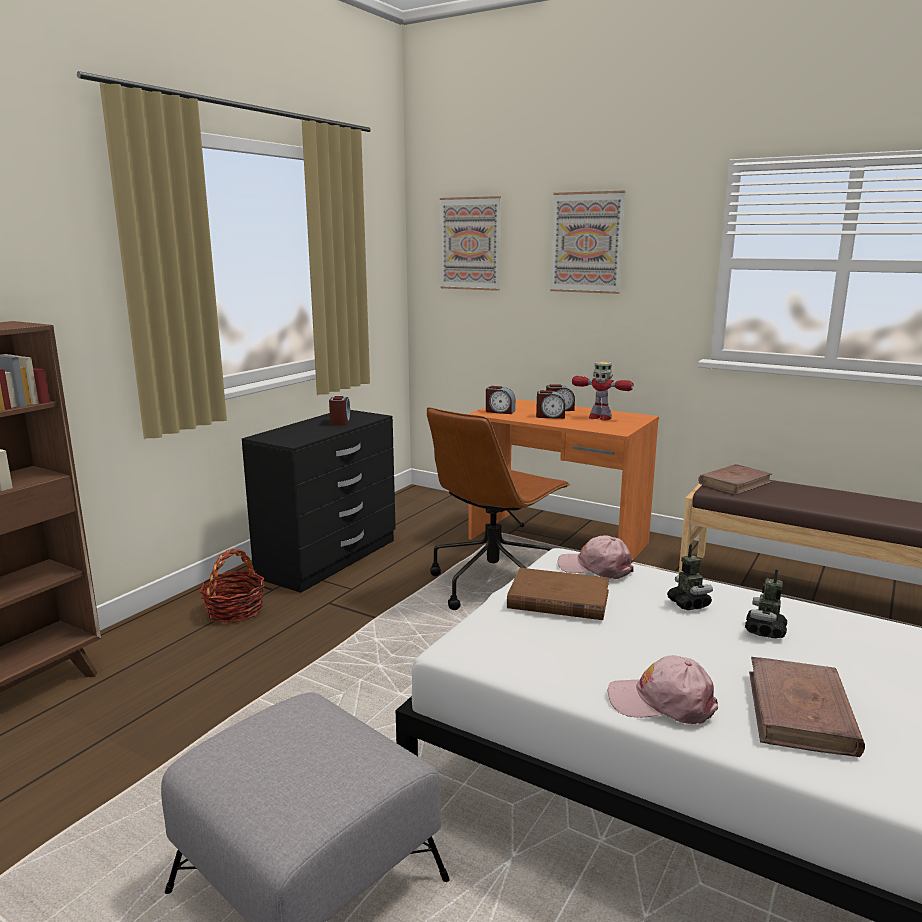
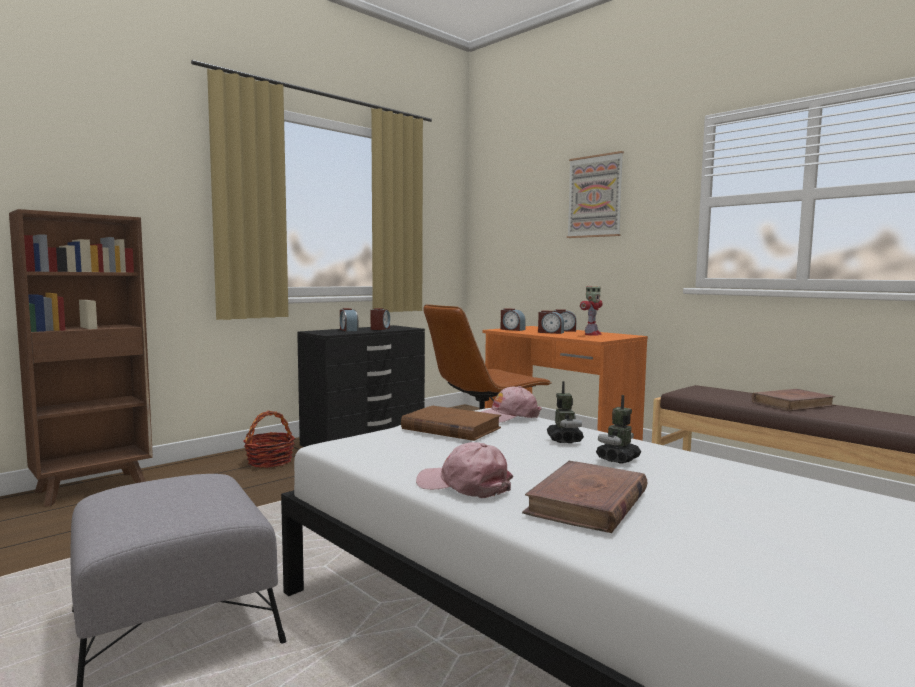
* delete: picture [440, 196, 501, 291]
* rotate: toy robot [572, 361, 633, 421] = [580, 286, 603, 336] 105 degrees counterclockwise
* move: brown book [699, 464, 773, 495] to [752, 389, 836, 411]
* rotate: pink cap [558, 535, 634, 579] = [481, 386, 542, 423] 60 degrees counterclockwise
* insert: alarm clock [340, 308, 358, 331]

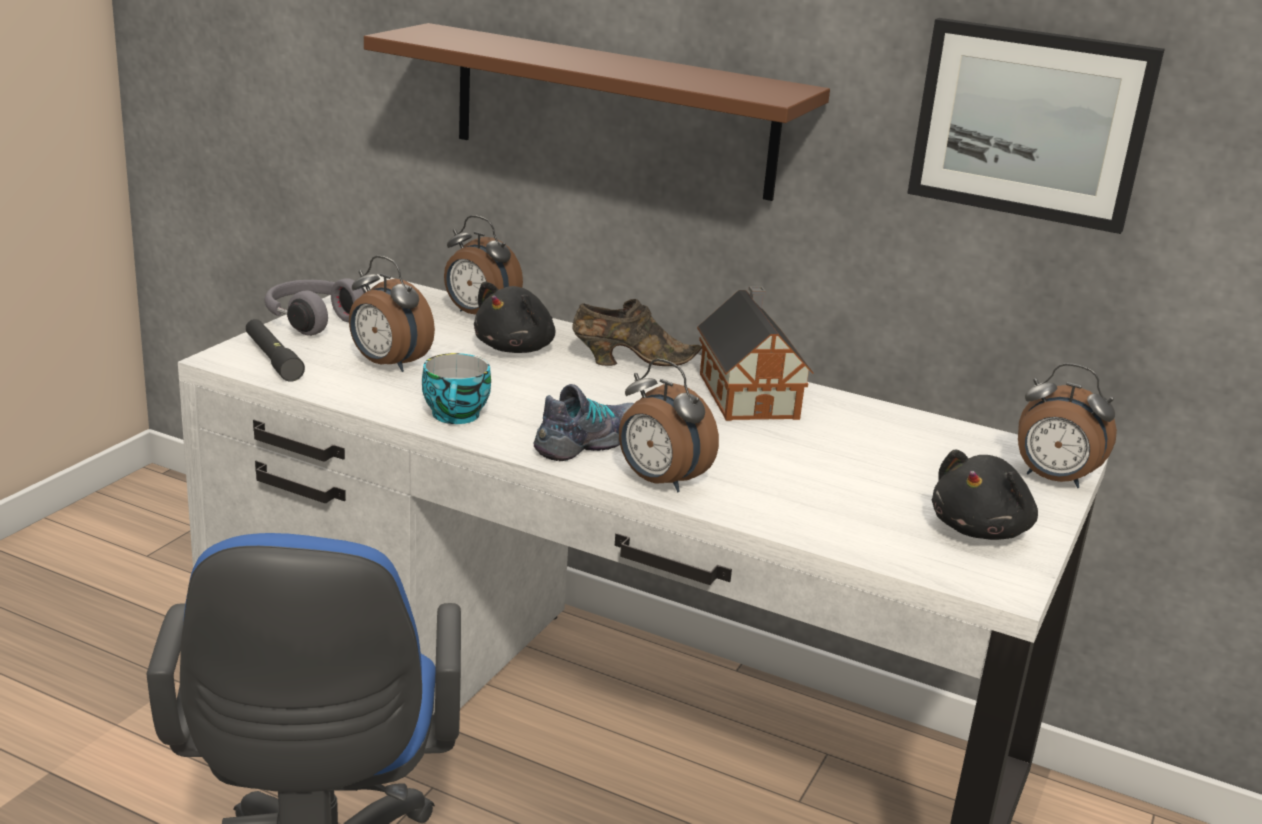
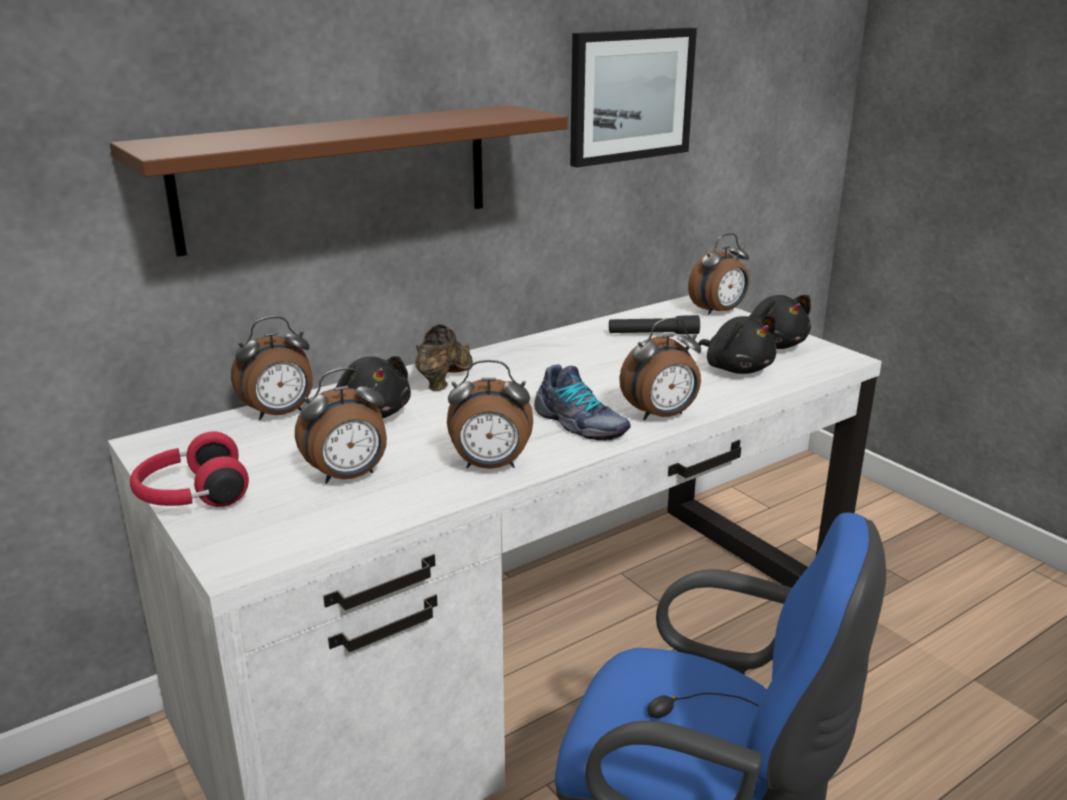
* recolor: grey headphones [264, 278, 366, 336] to red headphones [130, 432, 249, 507]
* delete: toy house [697, 286, 813, 421]
* move: black flashlight [246, 319, 305, 382] to [609, 315, 700, 334]
* replace: cup [422, 353, 491, 424] to alarm clock [447, 360, 533, 469]
* rotate: shoe [533, 384, 634, 461] = [534, 364, 631, 441] 150 degrees clockwise
* insert: black plush toy [698, 315, 777, 374]

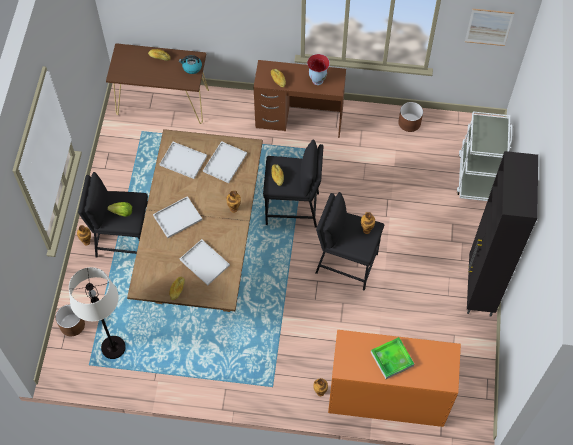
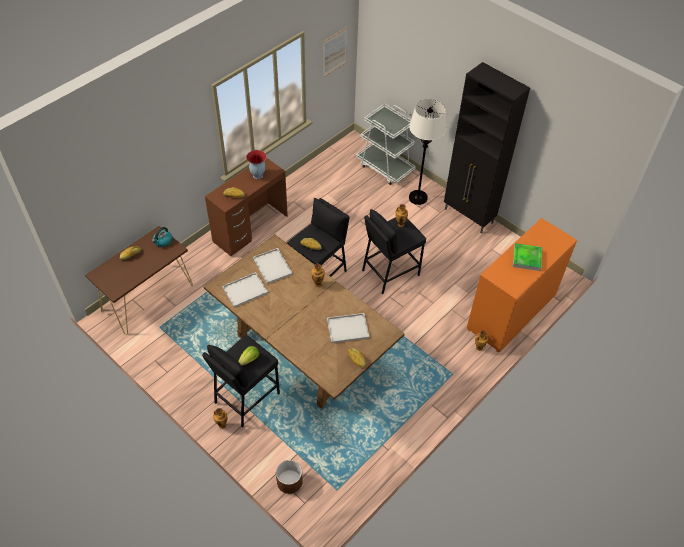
* delete: brown planter [398, 102, 423, 132]
* delete: white tray [153, 196, 202, 238]
* move: white floor lamp [69, 267, 126, 359] to [409, 99, 446, 205]

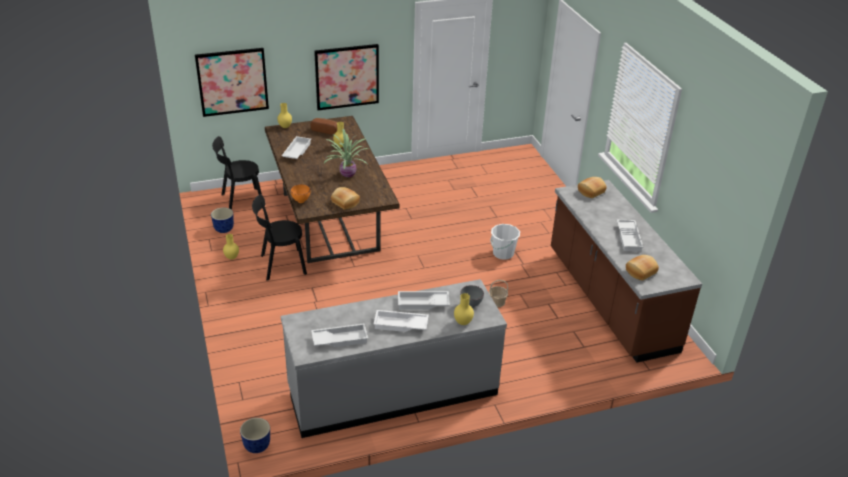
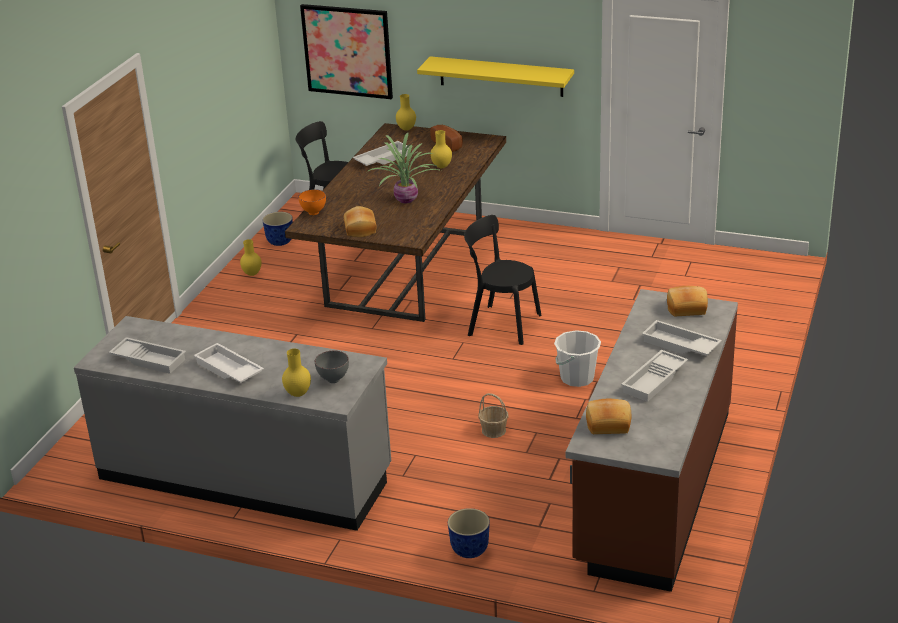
* replace: picture [314, 44, 379, 110] to yellow shelf [417, 56, 574, 97]
* move: black chair [252, 194, 307, 281] to [464, 215, 542, 345]
* move: white tray [398, 291, 450, 310] to [642, 320, 722, 356]
* move: planter [240, 418, 270, 453] to [448, 508, 490, 558]

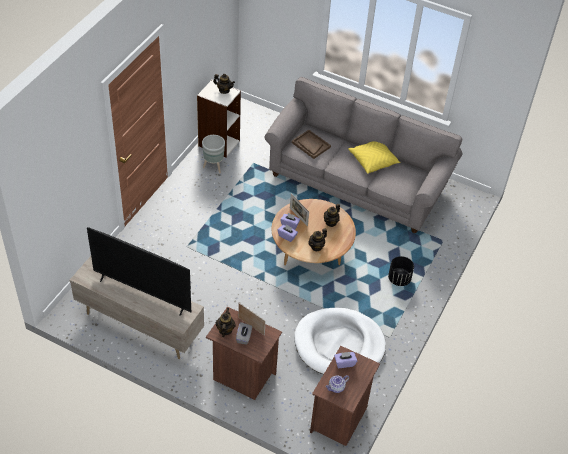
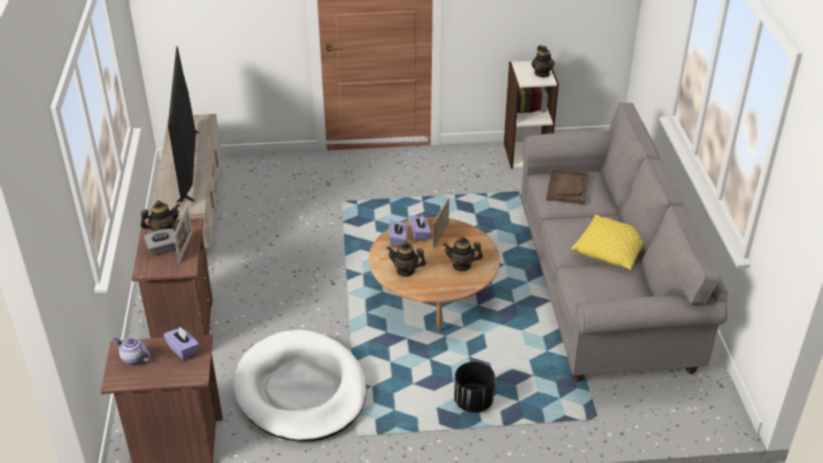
* delete: grey planter [202, 135, 225, 173]

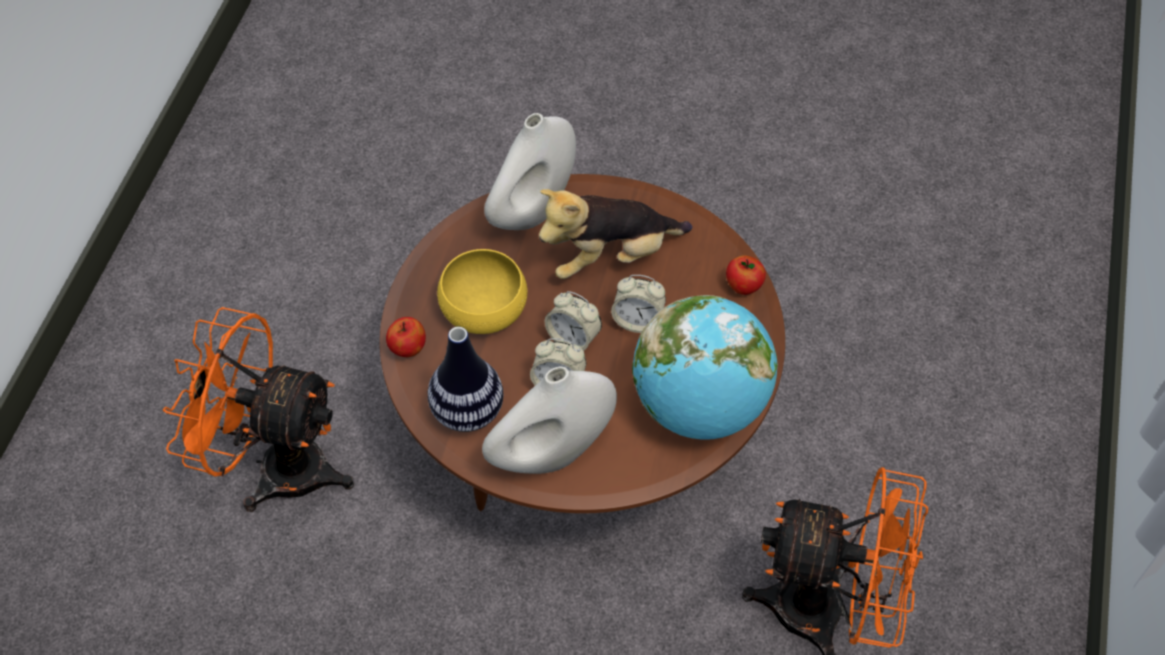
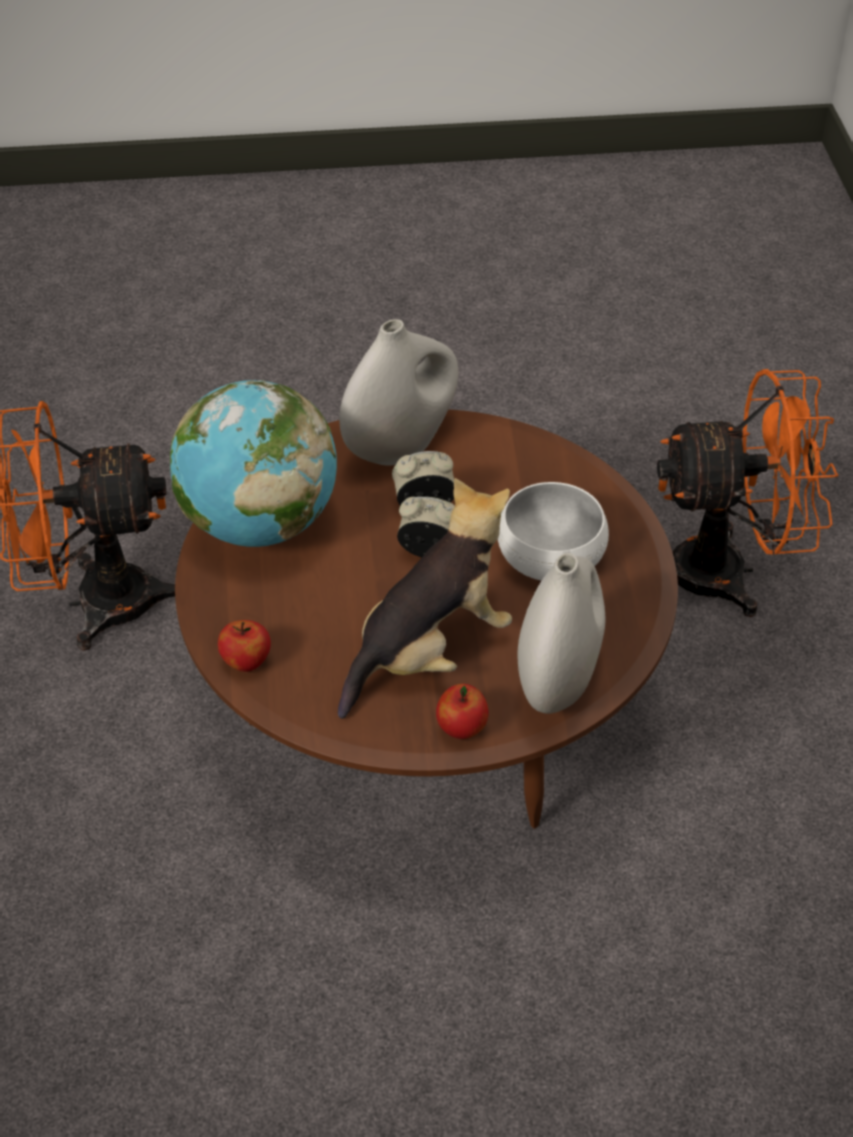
* recolor: yellow bowl [437, 249, 527, 334] to white bowl [498, 482, 609, 581]
* delete: alarm clock [611, 275, 666, 333]
* move: apple [386, 317, 426, 357] to [436, 684, 488, 739]
* delete: vase [428, 327, 504, 432]

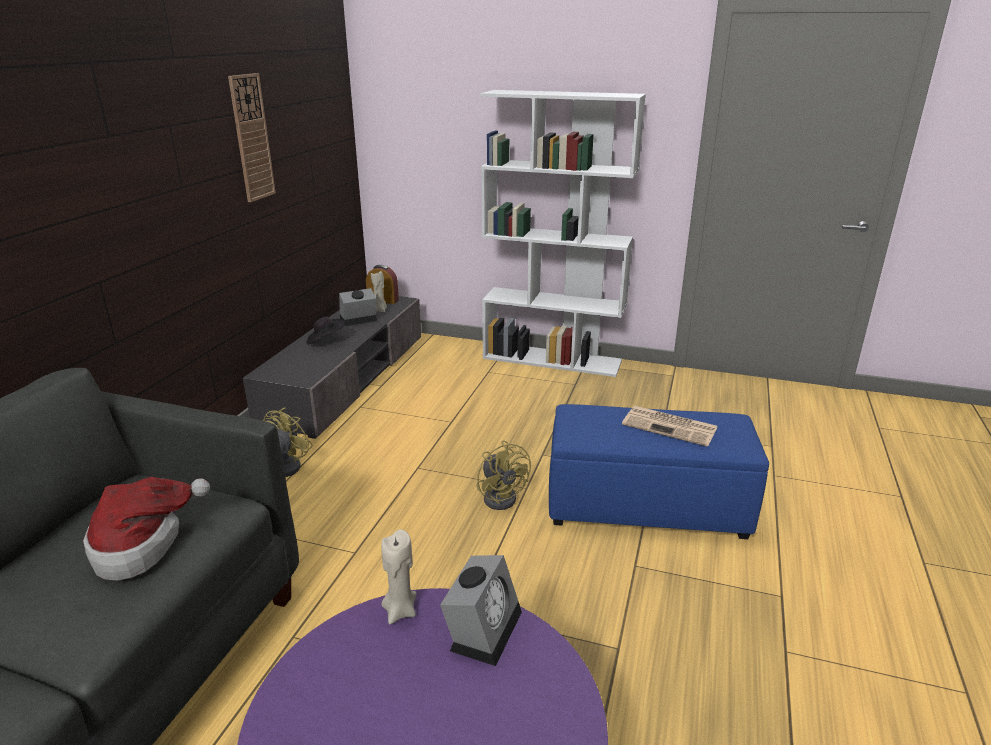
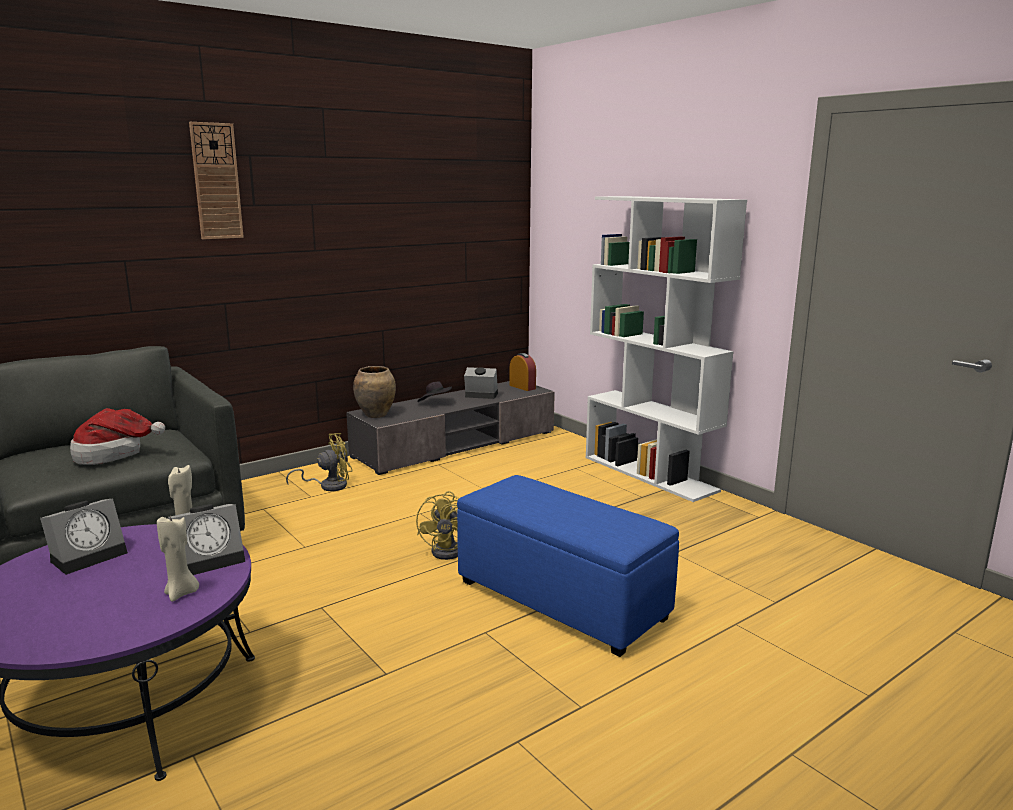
* move: wall clock [228, 73, 276, 202] to [189, 122, 244, 239]
* move: beige candle [371, 271, 387, 312] to [157, 515, 199, 602]
* delete: newspaper [622, 406, 718, 447]
* insert: brown vase [353, 366, 396, 418]
* insert: alarm clock [40, 498, 128, 575]

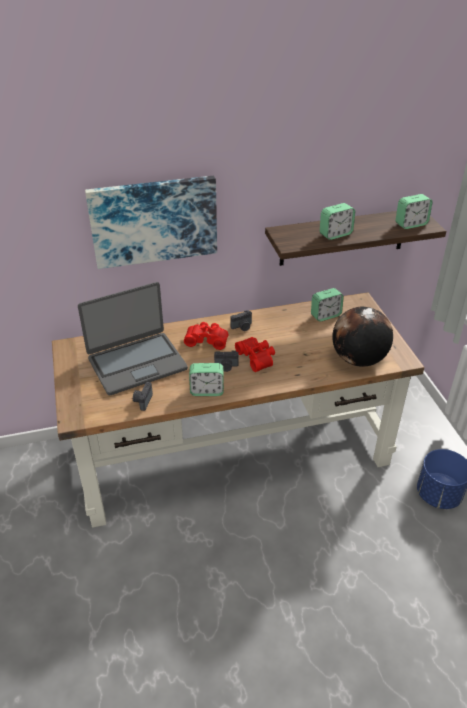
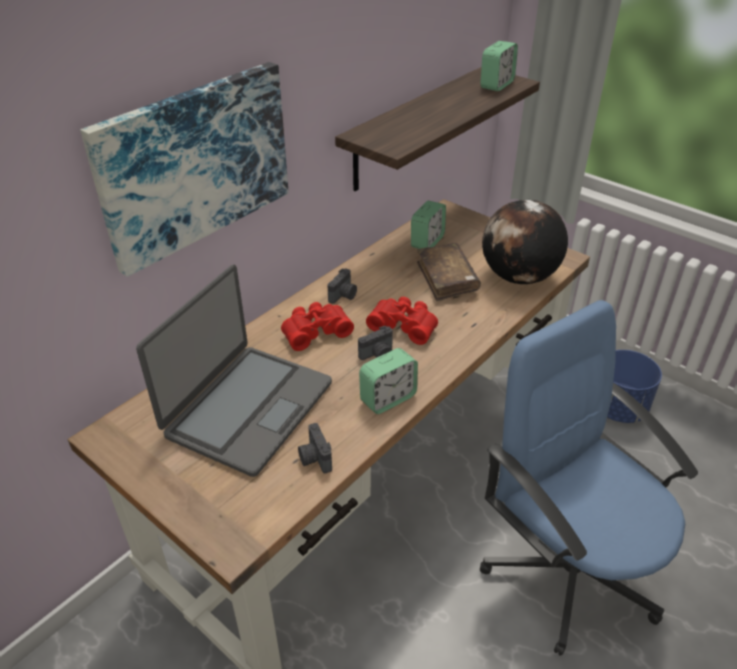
* delete: alarm clock [320, 203, 355, 240]
* insert: brown book [417, 243, 481, 301]
* insert: blue office chair [480, 300, 698, 656]

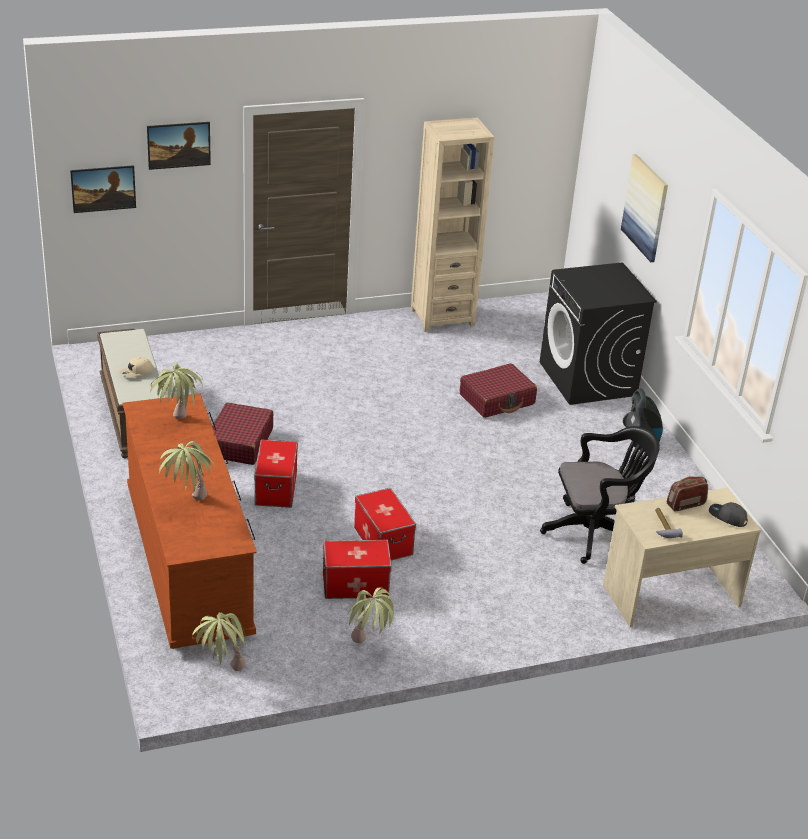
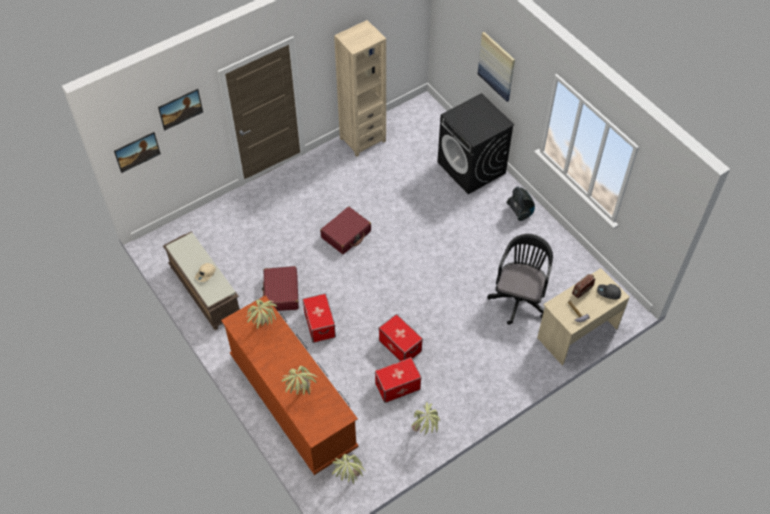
* move: red suitcase [460, 363, 537, 418] to [320, 207, 371, 254]
* rotate: black office chair [540, 426, 660, 564] = [487, 234, 553, 325] 45 degrees counterclockwise

